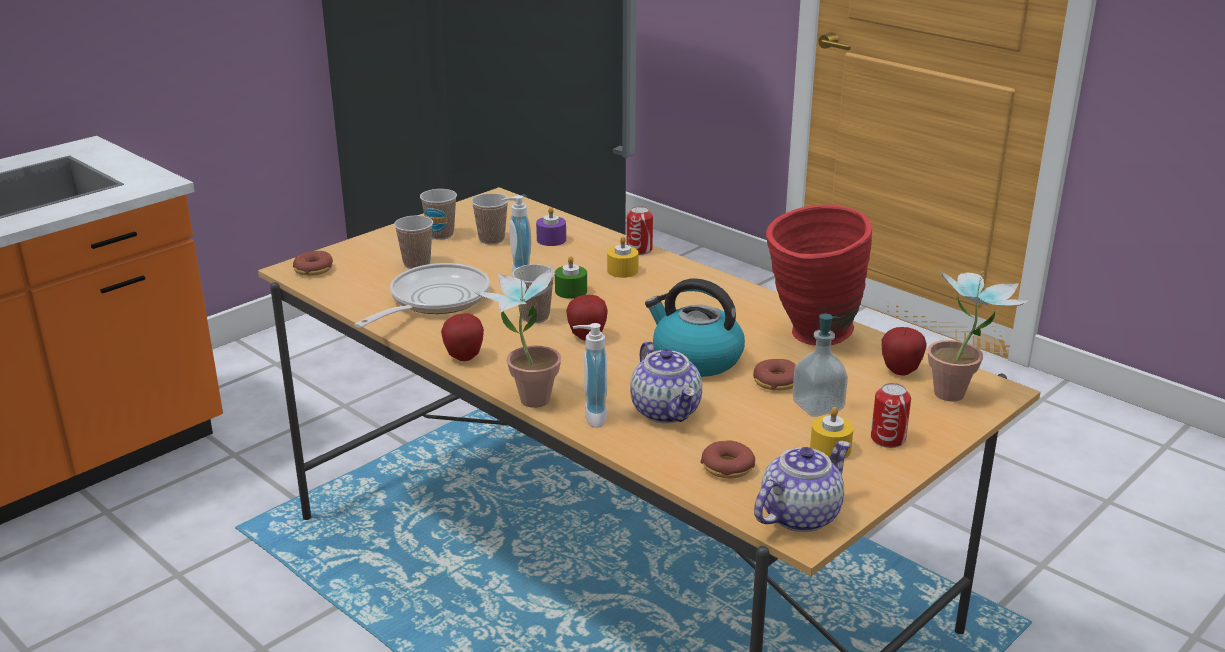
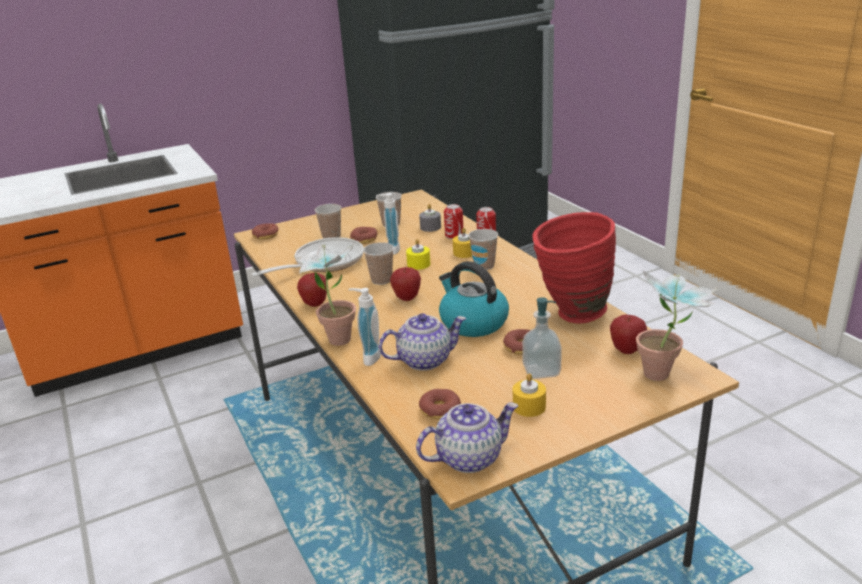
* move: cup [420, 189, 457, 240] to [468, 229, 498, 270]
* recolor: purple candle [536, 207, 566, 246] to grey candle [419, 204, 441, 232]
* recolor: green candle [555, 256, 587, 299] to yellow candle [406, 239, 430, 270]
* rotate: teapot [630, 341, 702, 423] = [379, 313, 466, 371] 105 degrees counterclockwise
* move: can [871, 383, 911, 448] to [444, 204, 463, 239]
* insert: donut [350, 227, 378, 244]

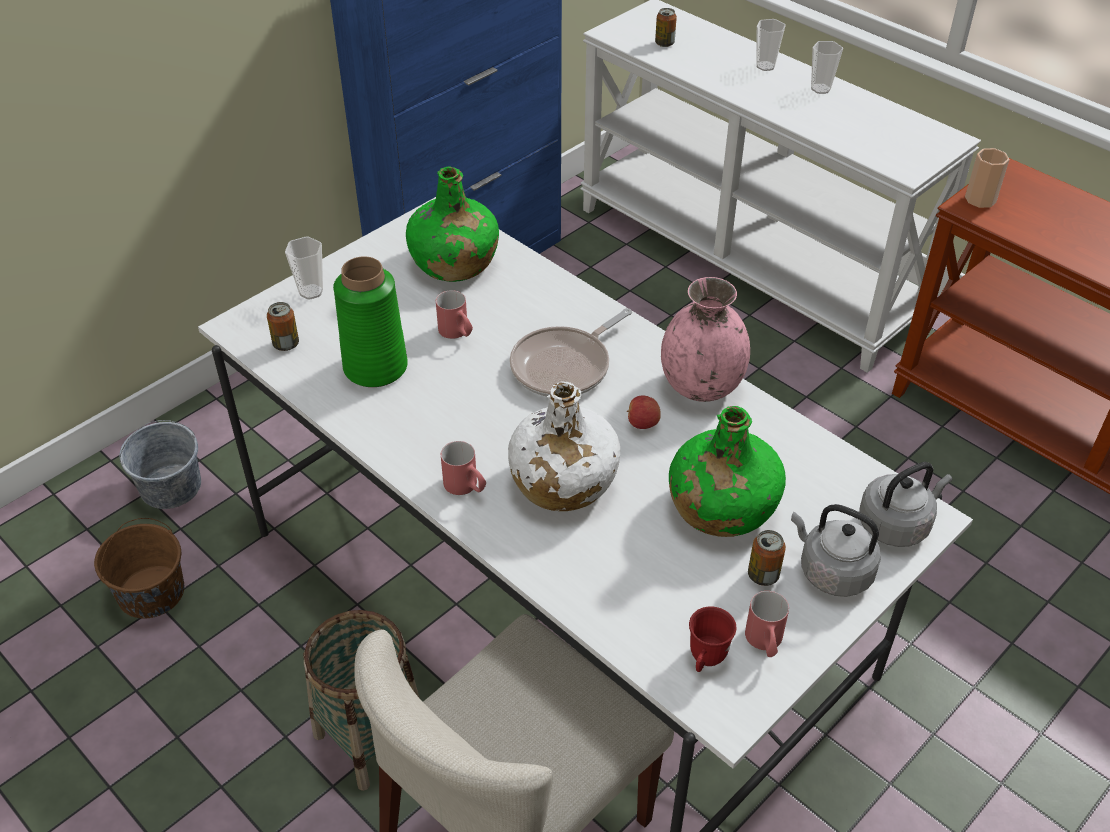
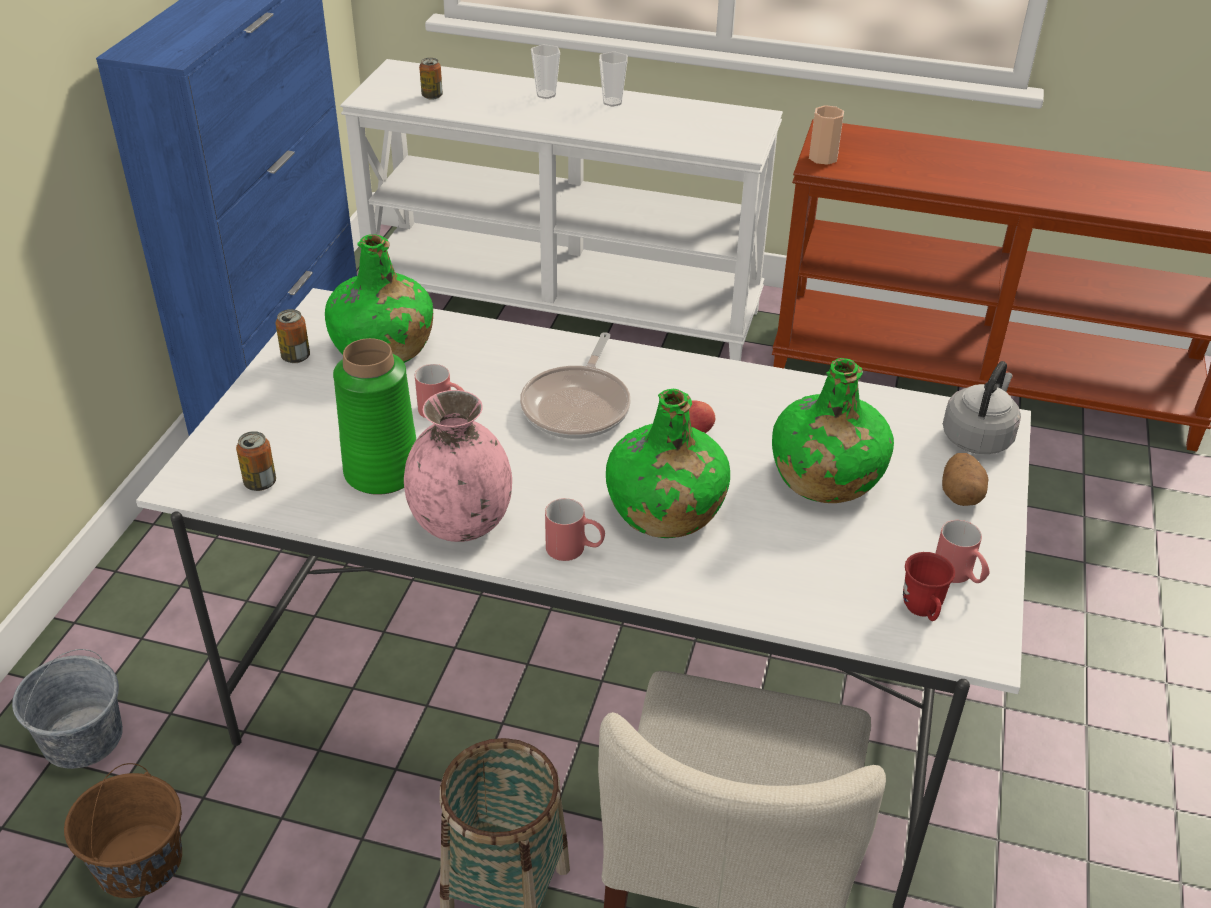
* delete: cup [285, 237, 323, 299]
* move: pink vase [661, 277, 750, 402] to [404, 390, 512, 542]
* recolor: white bottle [508, 381, 620, 511] to green bottle [606, 389, 730, 538]
* replace: grey kettle [791, 504, 881, 597] to potato [942, 453, 989, 506]
* move: can [748, 530, 786, 586] to [275, 309, 310, 363]

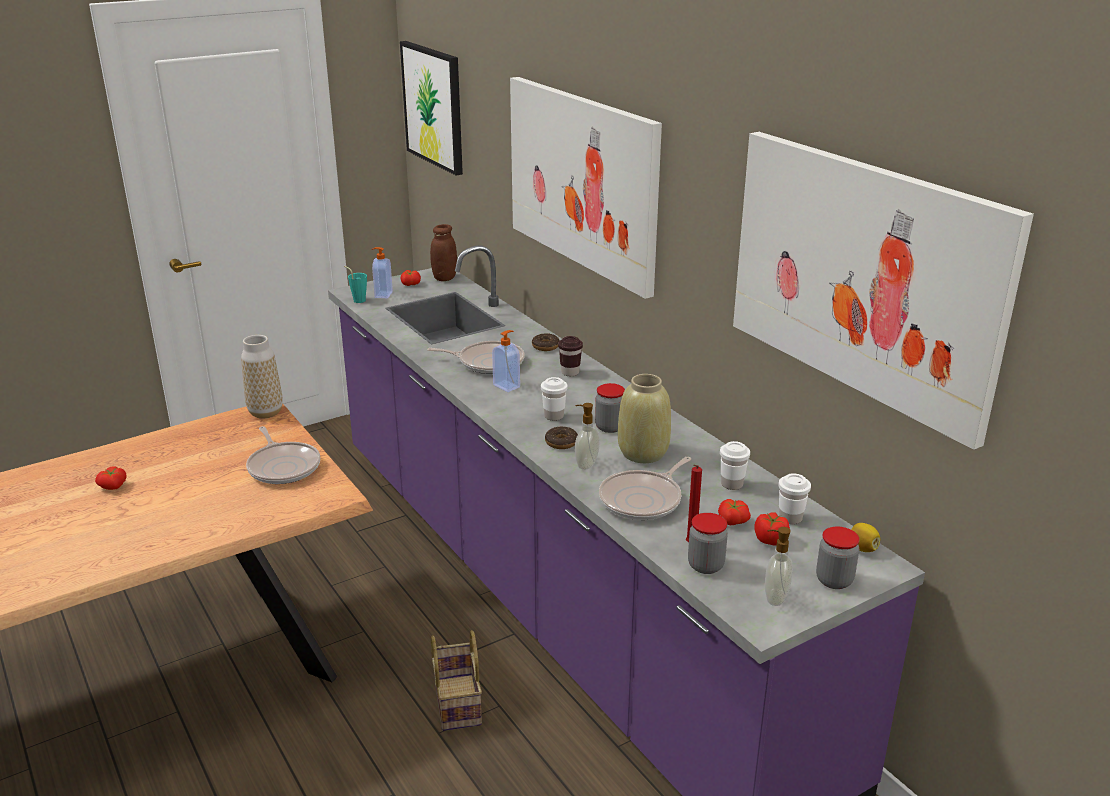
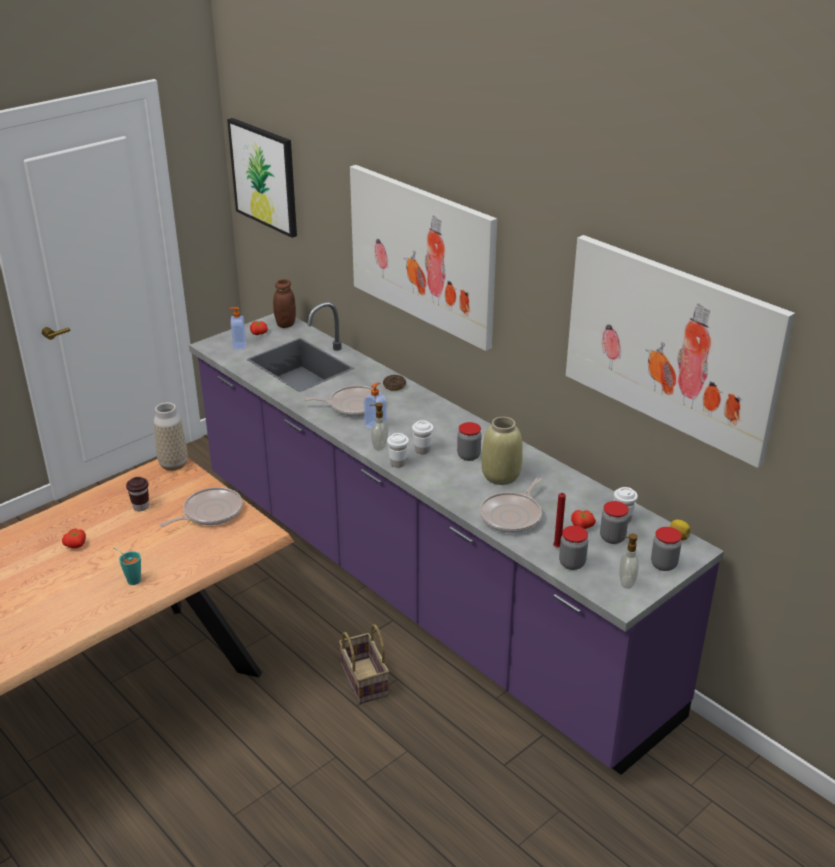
* move: turquoise cup [344, 266, 367, 303] to [113, 547, 141, 585]
* move: brown cup [558, 336, 583, 376] to [126, 477, 149, 511]
* move: soap dispenser [575, 403, 600, 470] to [370, 403, 388, 451]
* rotate: frying pan [246, 426, 321, 484] = [160, 487, 243, 527] 90 degrees counterclockwise
* delete: donut [545, 426, 578, 449]
* move: white cup [720, 441, 750, 490] to [387, 433, 409, 468]
* replace: tomato [754, 512, 790, 546] to jar [600, 501, 629, 544]

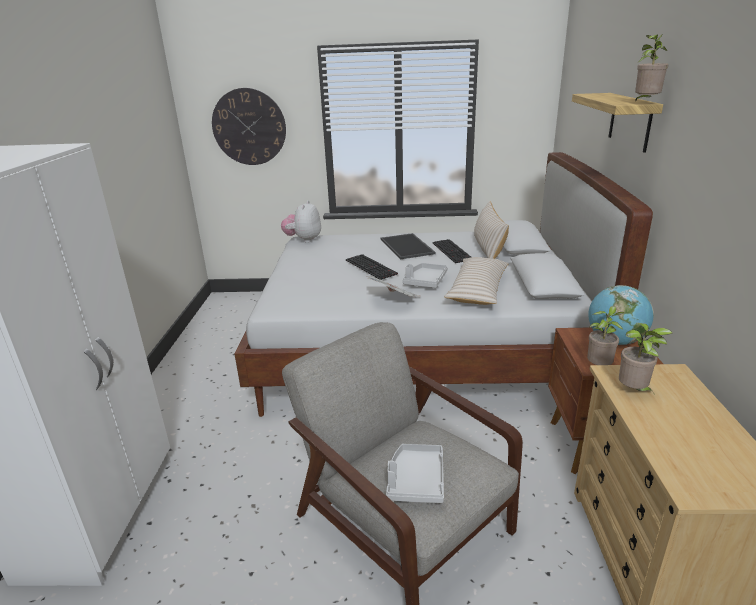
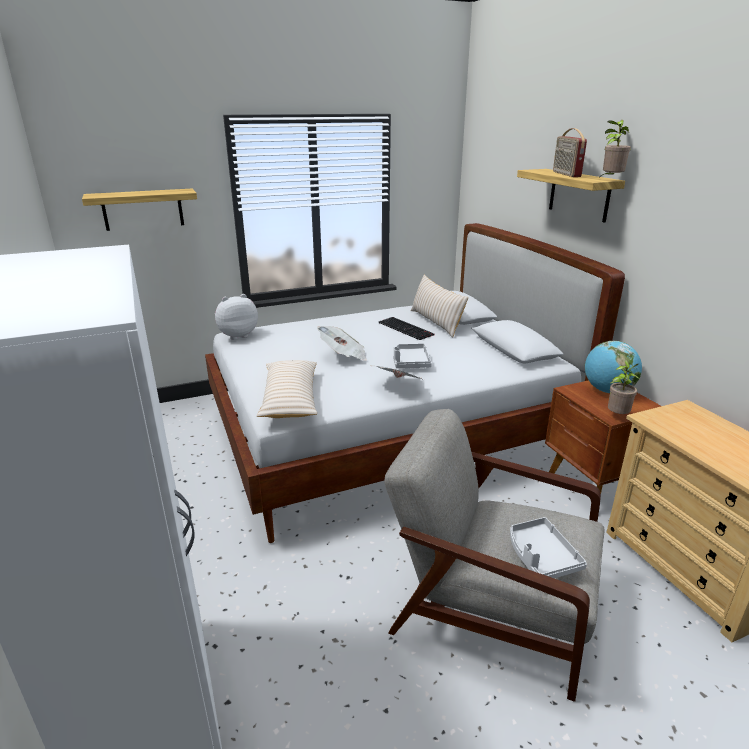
* replace: wall clock [212, 88, 286, 165] to shelf [82, 189, 197, 231]
* rotate: plush toy [281, 200, 321, 243] = [215, 294, 258, 340] 75 degrees clockwise
* delete: tray [381, 233, 436, 259]
* replace: keyboard [346, 254, 398, 280] to newspaper [317, 326, 367, 361]
* move: beige pillow [444, 257, 509, 305] to [257, 360, 317, 418]
* delete: potted plant [619, 323, 673, 393]
* insert: radio [553, 128, 587, 177]

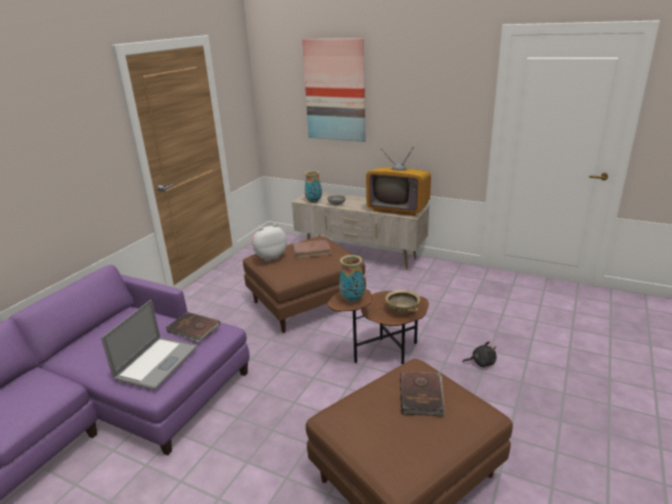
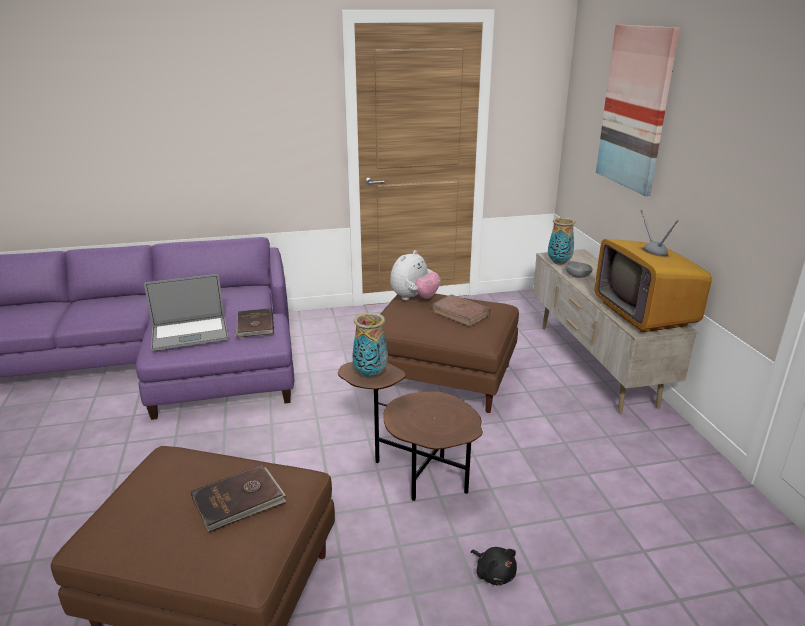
* rotate: plush toy [251, 224, 287, 262] = [390, 250, 441, 300] 105 degrees clockwise
* delete: beige bowl [385, 290, 420, 313]

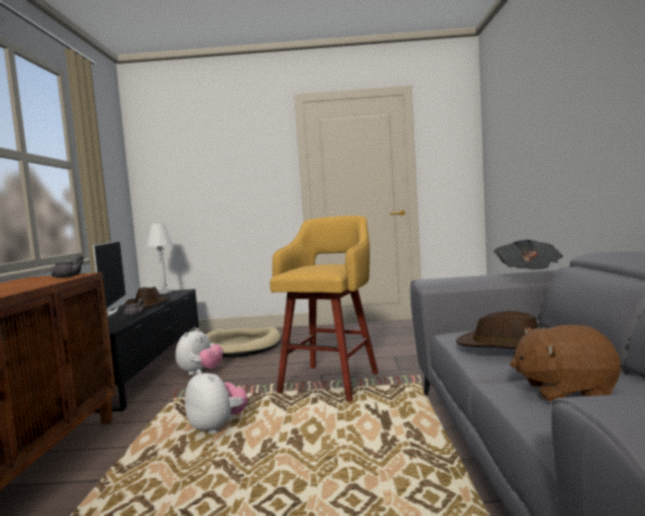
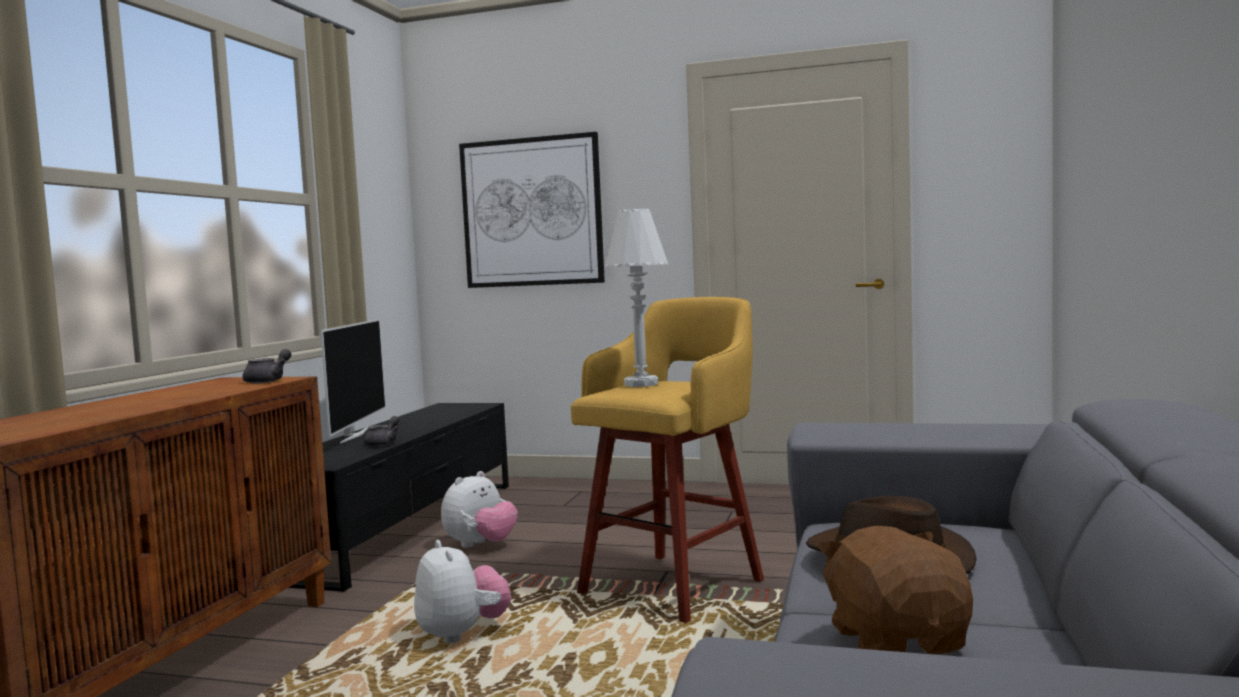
* move: white table lamp [146, 223, 173, 294] to [604, 209, 668, 387]
* delete: newspaper [494, 240, 563, 270]
* delete: brown hat [125, 287, 171, 308]
* rotate: brown plush toy [510, 325, 621, 402] = [818, 526, 973, 654] 60 degrees clockwise
* delete: beige dog bed [205, 327, 281, 358]
* insert: picture [459, 132, 605, 288]

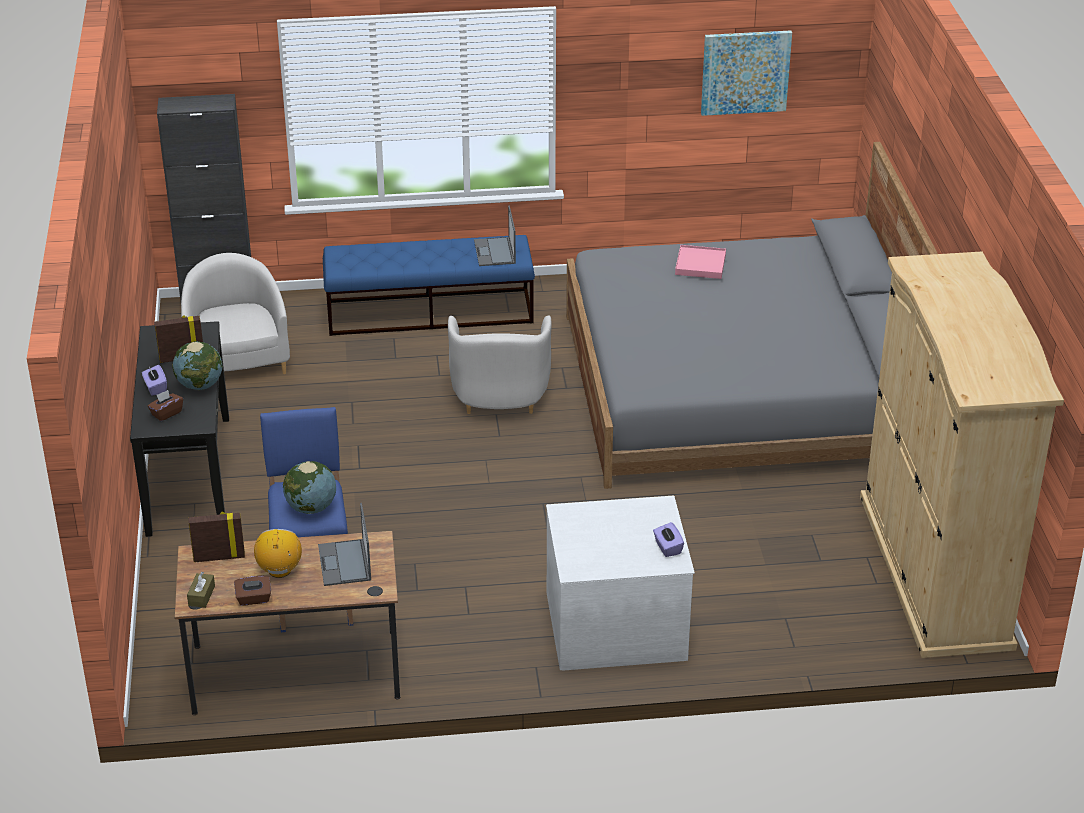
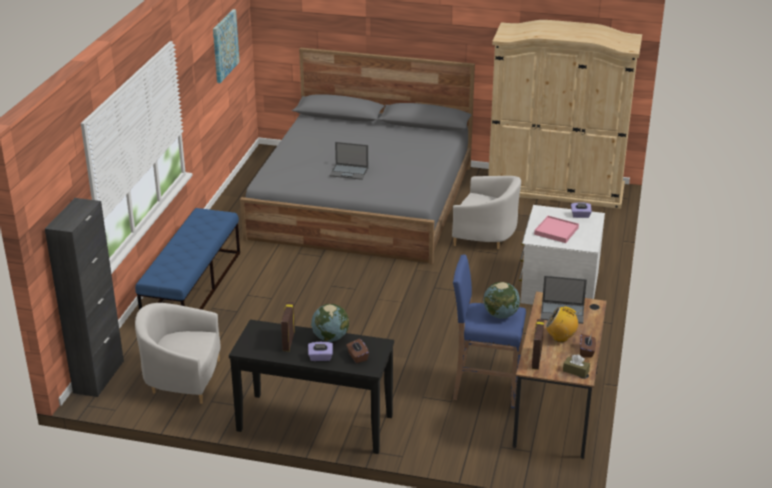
* move: laptop [474, 206, 516, 266] to [330, 142, 368, 180]
* move: pink tray [675, 245, 726, 279] to [534, 216, 579, 243]
* move: white armchair [448, 315, 551, 414] to [452, 176, 521, 249]

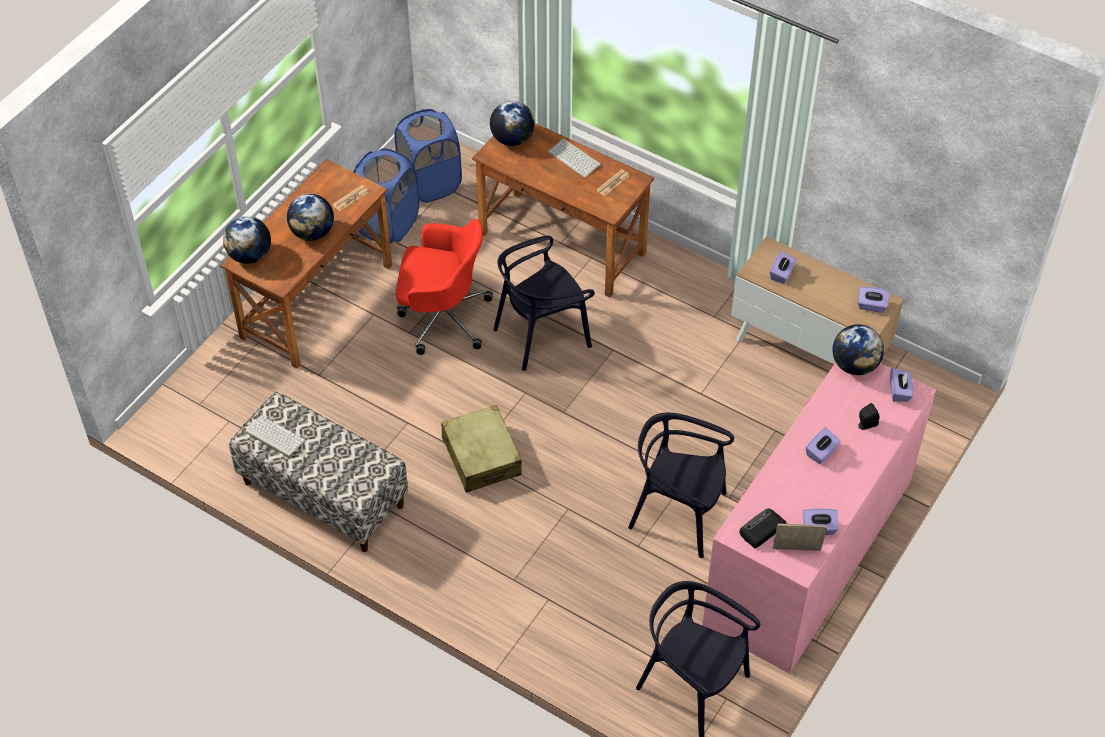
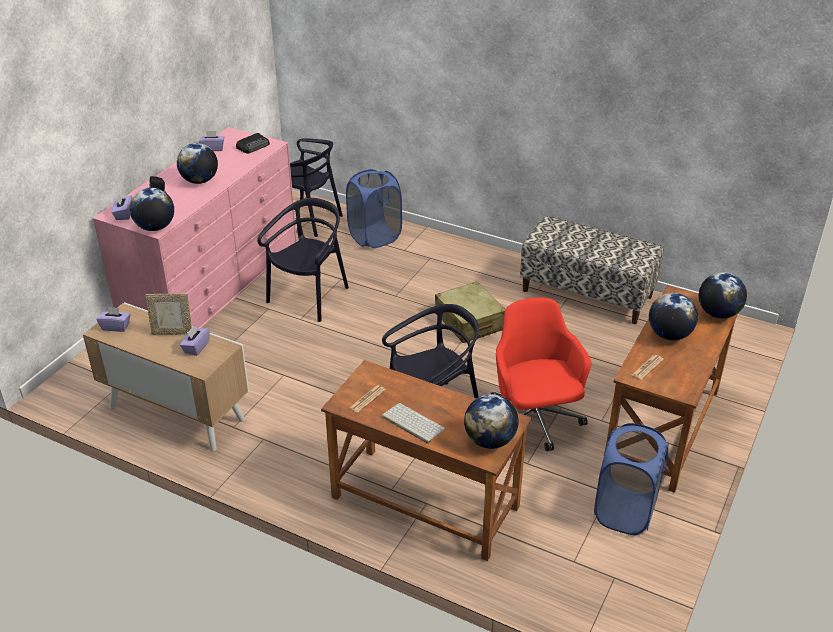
* move: blue laundry basket [394, 109, 462, 203] to [346, 169, 402, 248]
* rotate: red office chair [396, 219, 493, 355] = [491, 298, 591, 451] 75 degrees clockwise
* rotate: black chair [628, 413, 734, 558] = [257, 198, 349, 322] 75 degrees counterclockwise
* delete: keyboard [245, 415, 305, 458]
* replace: purple tissue box [805, 428, 841, 464] to globe [177, 143, 218, 184]
* move: picture frame [773, 523, 827, 551] to [146, 293, 192, 335]

